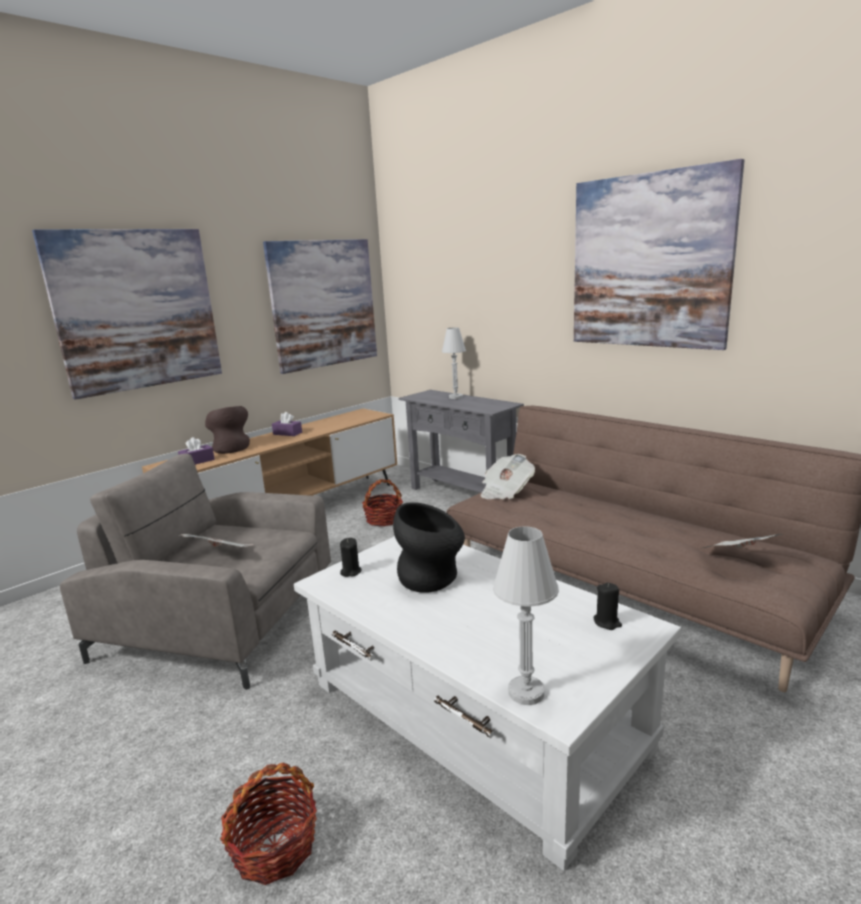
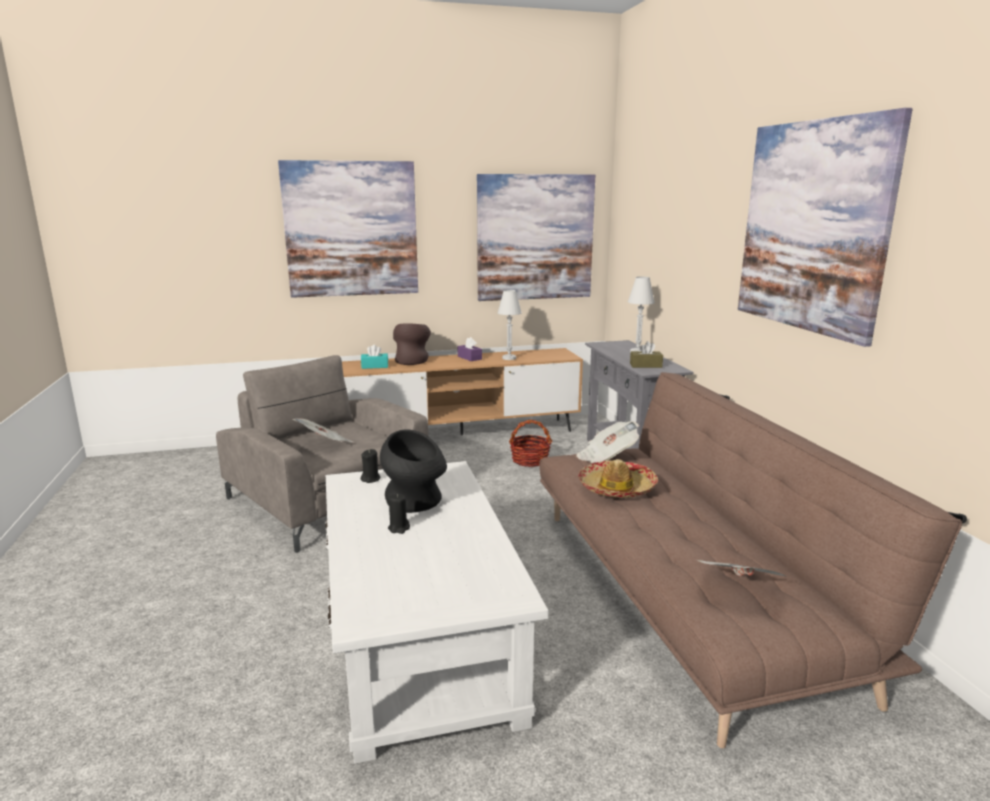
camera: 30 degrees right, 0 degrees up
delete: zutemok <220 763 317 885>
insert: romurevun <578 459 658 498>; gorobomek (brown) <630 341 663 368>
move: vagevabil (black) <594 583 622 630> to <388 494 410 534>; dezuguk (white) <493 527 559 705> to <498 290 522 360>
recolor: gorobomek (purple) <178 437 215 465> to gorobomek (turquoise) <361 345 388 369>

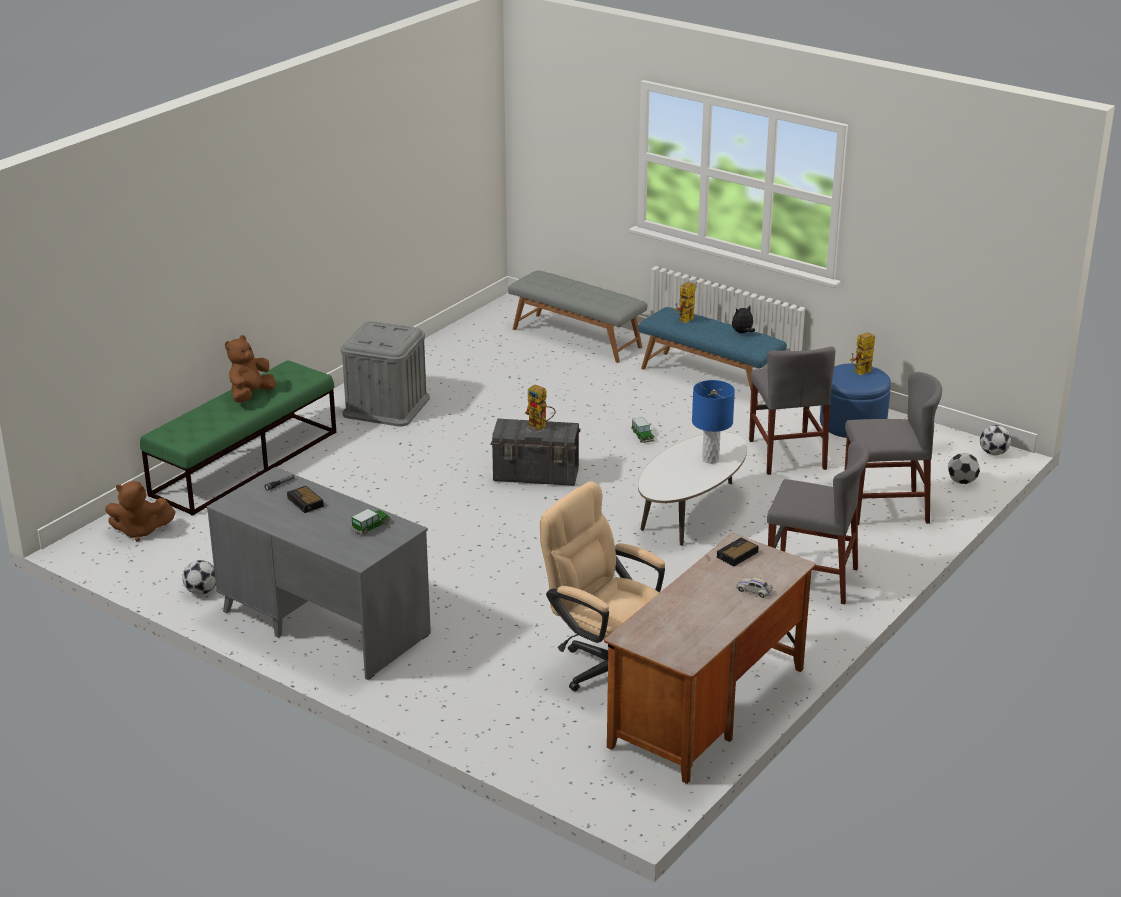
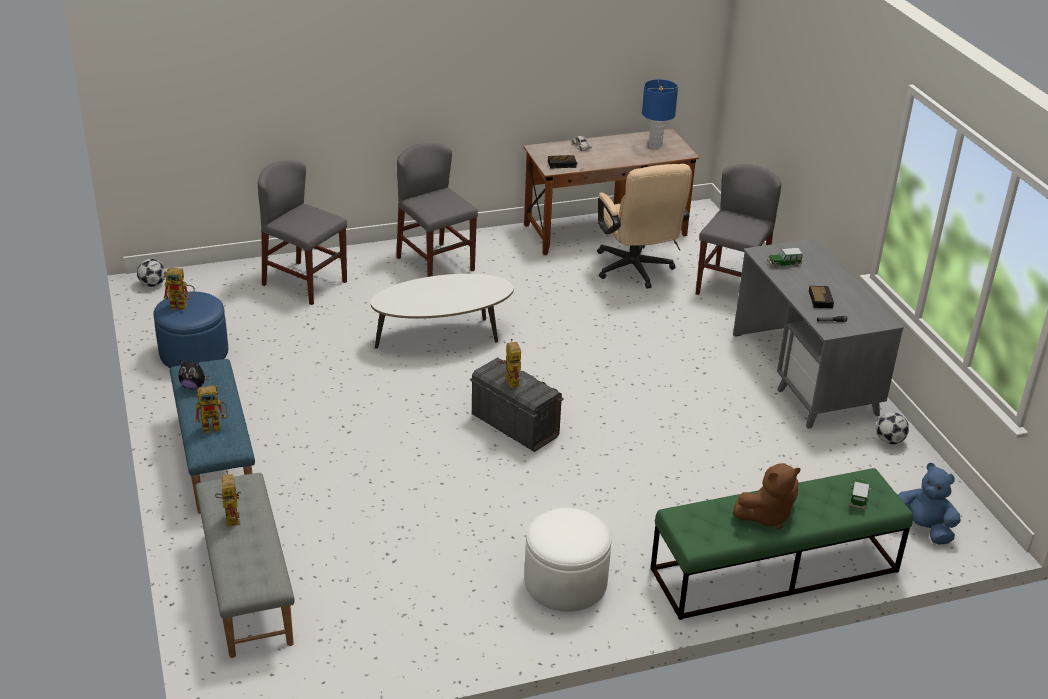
camera: 145 degrees left, 5 degrees up
delete: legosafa <948 453 980 484>
insert: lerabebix <215 470 241 527>
move: dezuguk (blue) <692 380 735 464> to <642 79 678 149>; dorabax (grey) <749 346 835 475> to <696 164 782 295>; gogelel <631 417 655 443> to <849 479 871 509>
replace: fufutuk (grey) <341 321 430 427> to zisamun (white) <524 508 612 612>
recolor: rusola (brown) <105 481 176 542> to rusola (blue) <898 463 961 545>

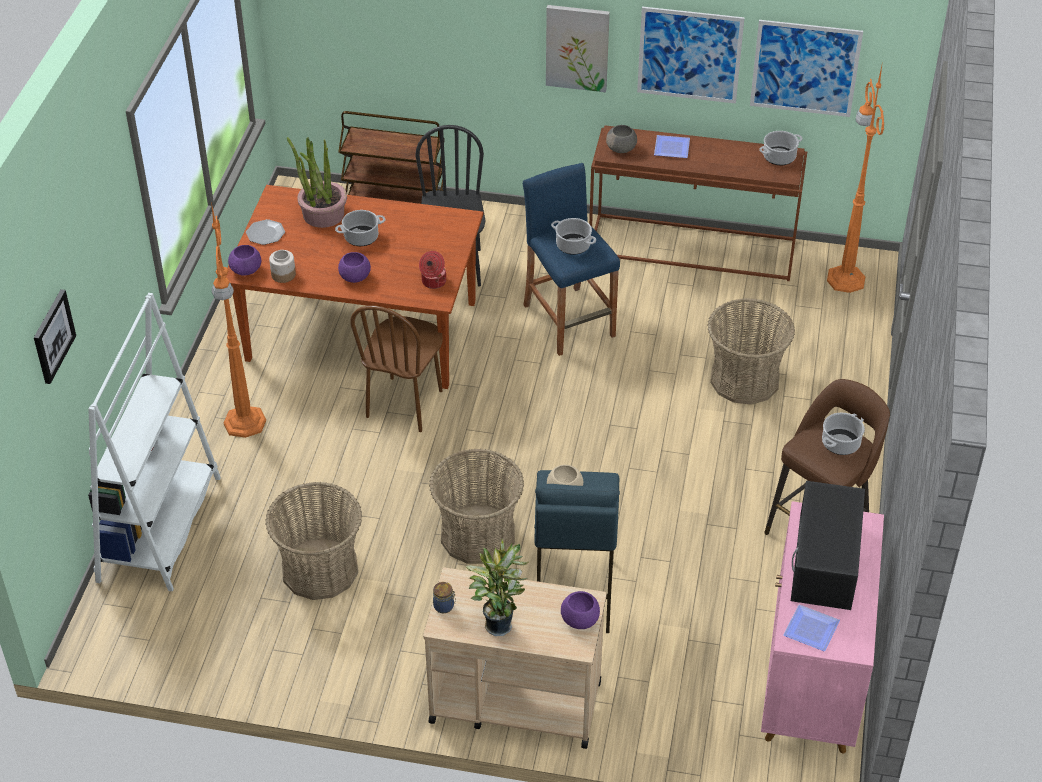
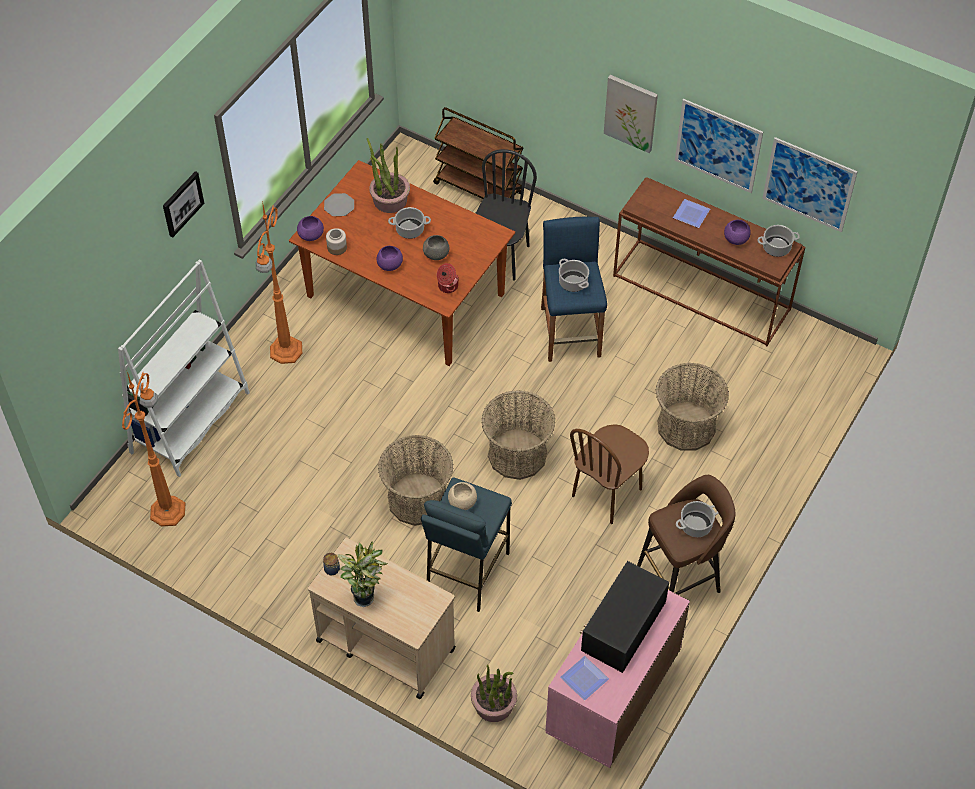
camera: 20 degrees right, 10 degrees up
insert: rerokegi <471 664 517 722>
move: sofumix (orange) <827 61 884 293> to <122 372 185 526>; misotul <34 289 76 384> to <163 171 204 238>; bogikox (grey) <606 125 637 153> to <423 235 450 260>; zutemok <265 482 362 600> to <481 390 555 480>; dorabax (brown) <350 305 443 432> to <570 424 649 524>; bogikox (purple) <561 591 600 629> to <724 220 751 245>

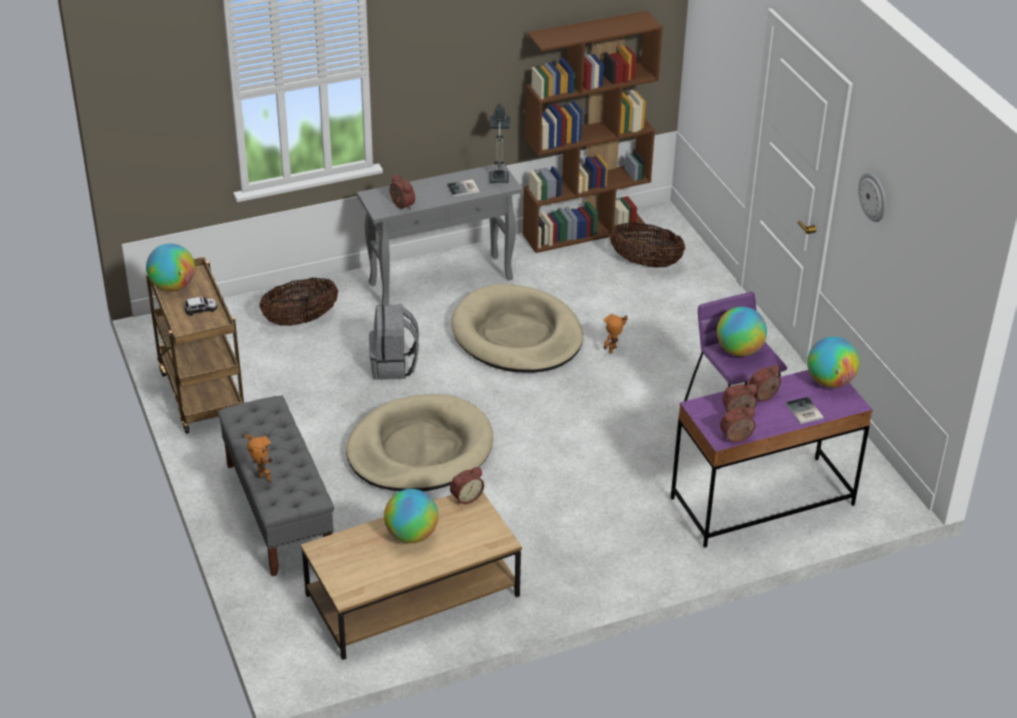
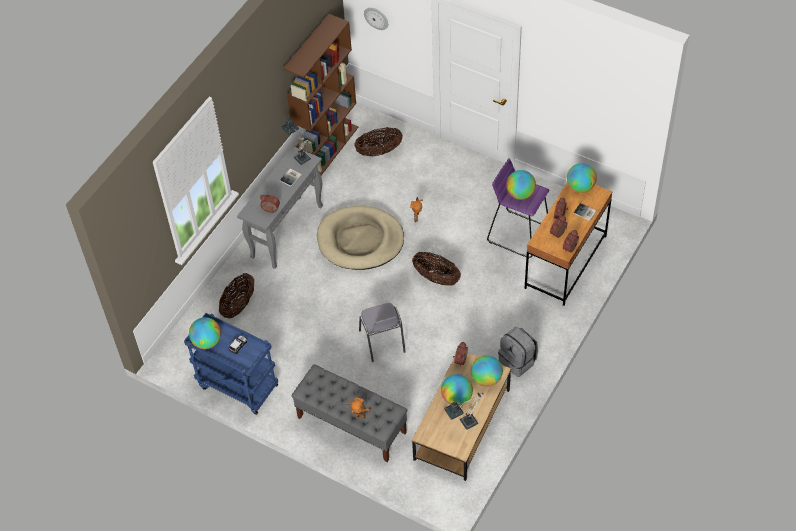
camera: 35 degrees left, 15 degrees up
insert: zutemok <412 252 461 285>; dezuguk <444 393 483 430>; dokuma <471 355 503 387>
move: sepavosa <858 172 886 222> to <364 8 388 30>; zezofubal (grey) <369 304 419 380> to <498 327 538 377>
replace: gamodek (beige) <346 394 494 492> to dorabax (grey) <359 303 406 362>
recolor: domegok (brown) <146 257 244 434> to domegok (blue) <184 313 278 415>; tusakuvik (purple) <671 370 873 548> to tusakuvik (brown) <524 183 613 306>

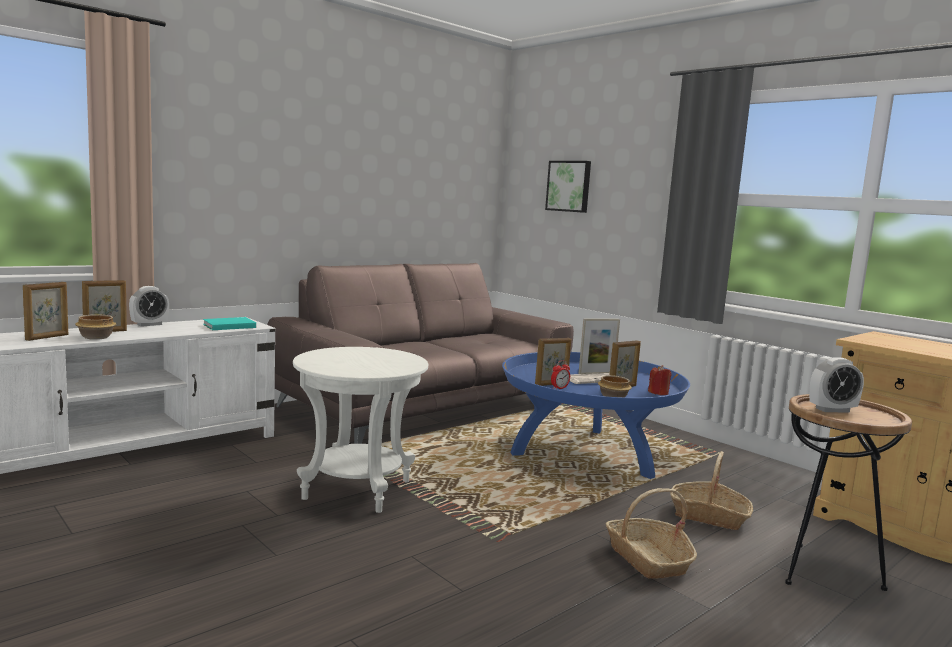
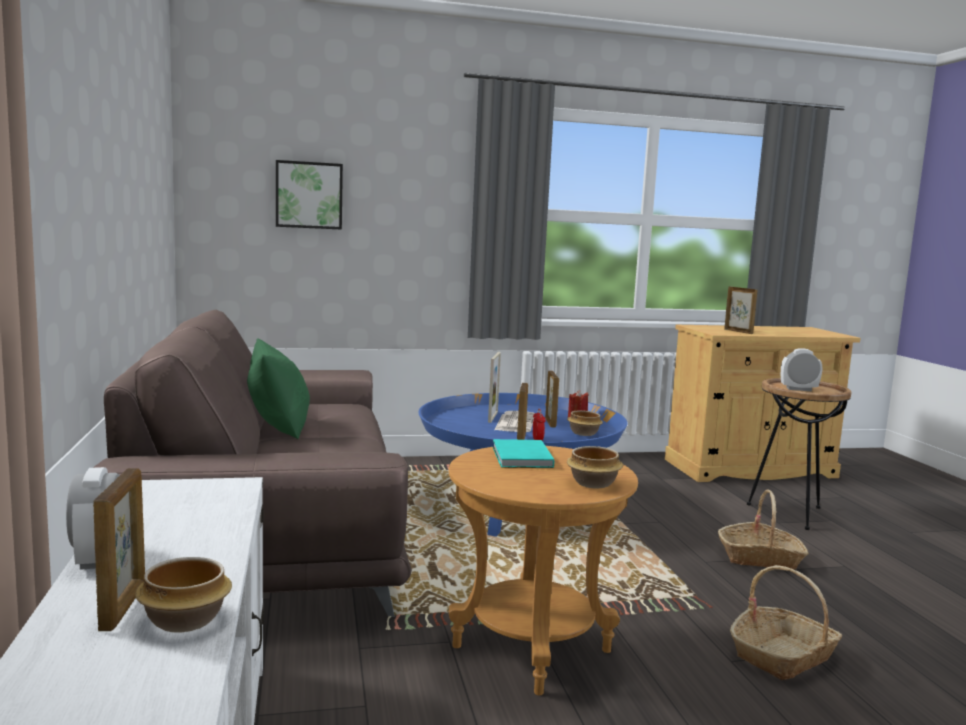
camera: 60 degrees left, 0 degrees up
insert: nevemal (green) <247 338 310 439>; bogikox <567 446 623 489>
move: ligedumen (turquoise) <203 317 256 330> to <493 439 554 468>; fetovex <23 282 68 341> to <724 287 757 334>; zutemok <671 451 753 530> to <730 565 842 680>
recolor: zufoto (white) <293 347 428 513> to zufoto (brown) <448 446 638 696>
rotate: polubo <809 357 864 413> = <781 348 822 391> 105 degrees counterclockwise

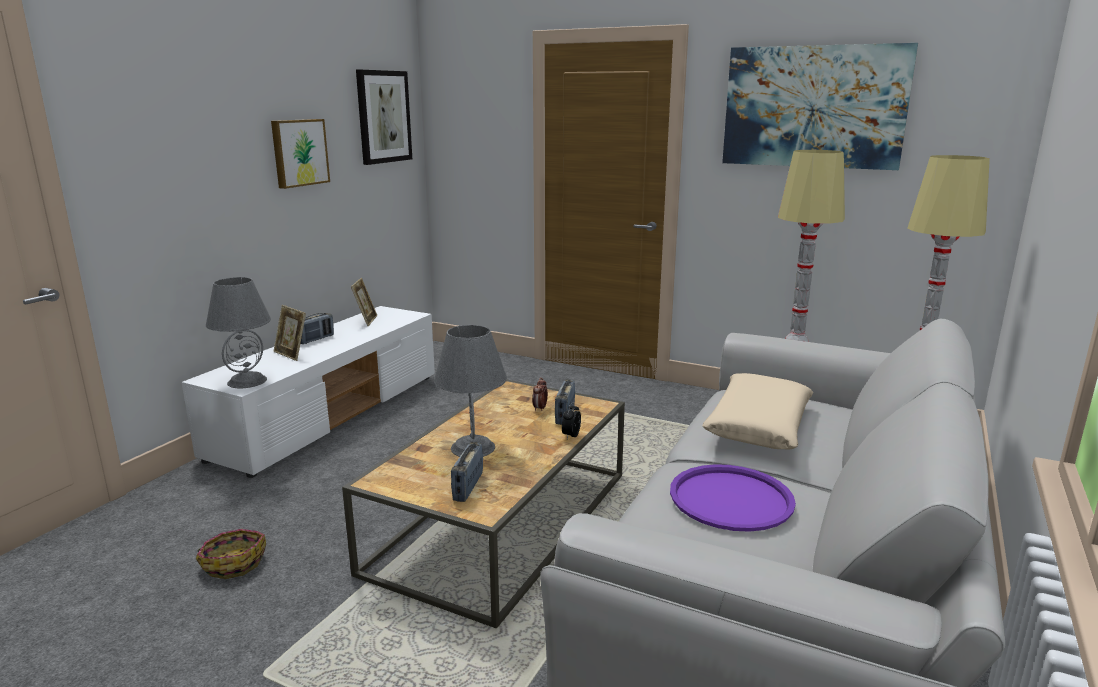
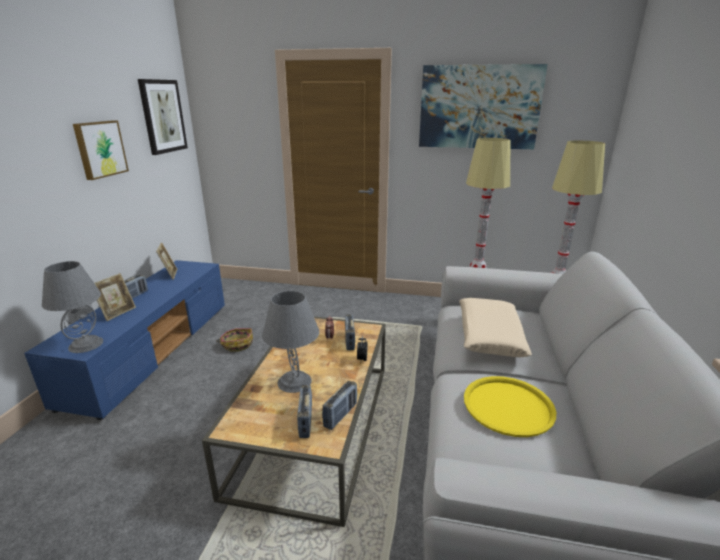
camera: 15 degrees left, 5 degrees up
insert: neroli <322 381 357 430>
move: zutemok <196 529 266 579> to <217 328 253 352>
recolor: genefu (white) <182 306 435 478> to genefu (blue) <24 260 225 420>; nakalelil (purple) <670 464 796 532> to nakalelil (yellow) <464 376 556 437>
rotate: fetovex <274 305 306 361> = <94 273 136 321> 90 degrees counterclockwise

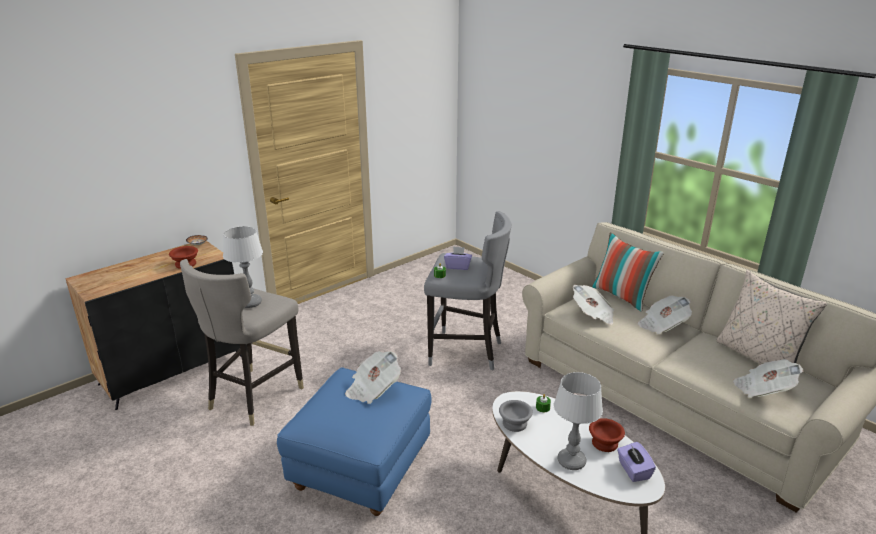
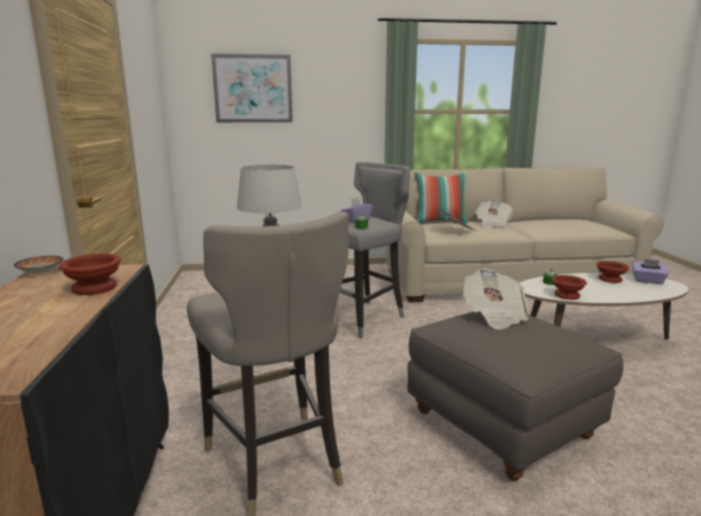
camera: 55 degrees left, 10 degrees down
delete: dezuguk <554 372 603 470>; nevemal (beige) <716 270 827 364>; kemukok <733 359 803 398>
insert: misotul <211 54 293 123>
recolor: zisamun (blue) <277 367 431 516> to zisamun (grey) <407 311 623 481>; bogikox (grey) <499 400 533 432> to bogikox (brown) <552 275 587 300>

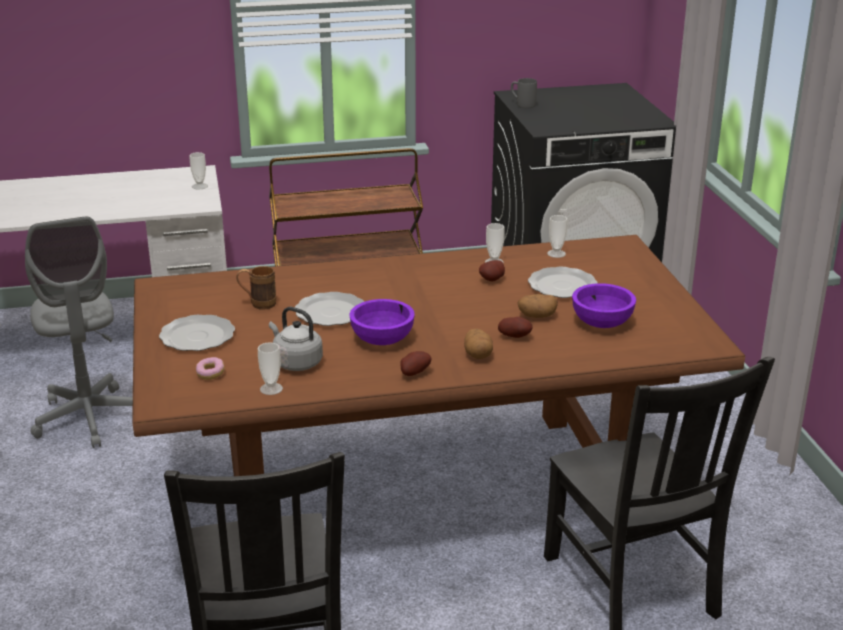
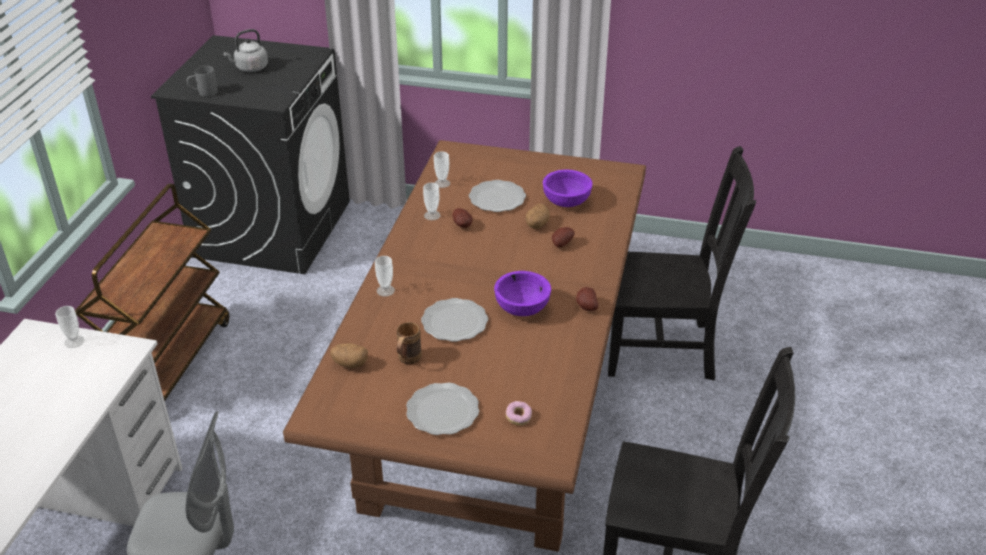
camera: 65 degrees left, 10 degrees up
move: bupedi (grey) <269 307 323 371> to <223 29 268 72>; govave <464 329 493 359> to <330 343 368 368>; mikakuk <258 342 283 395> to <375 256 395 297>

